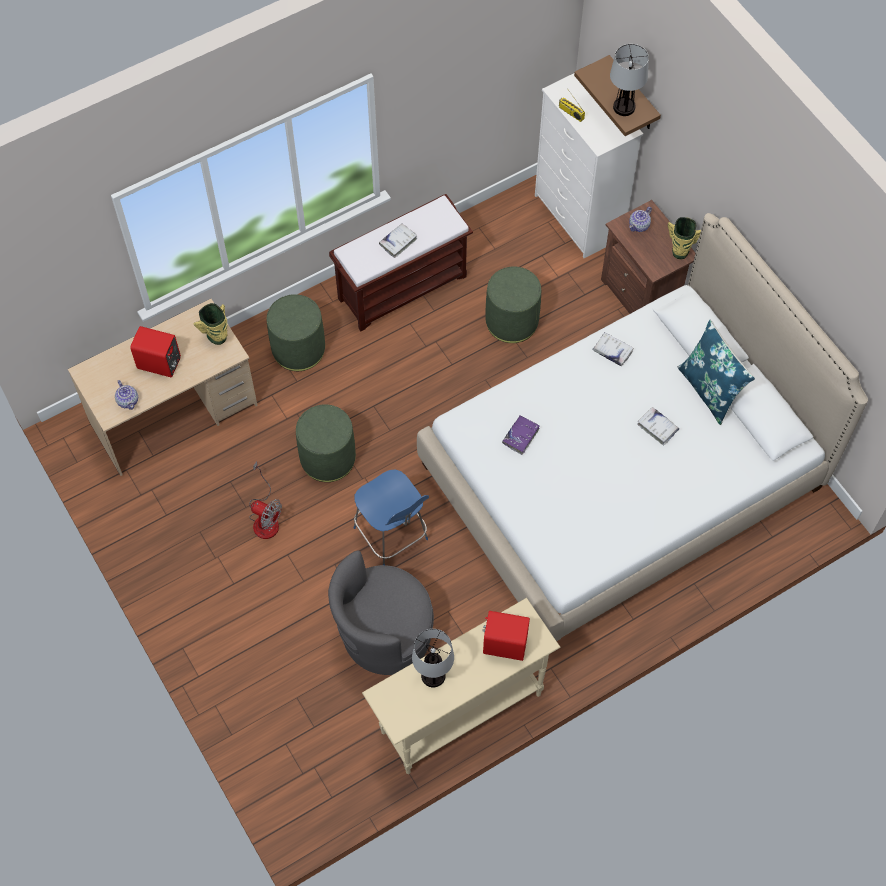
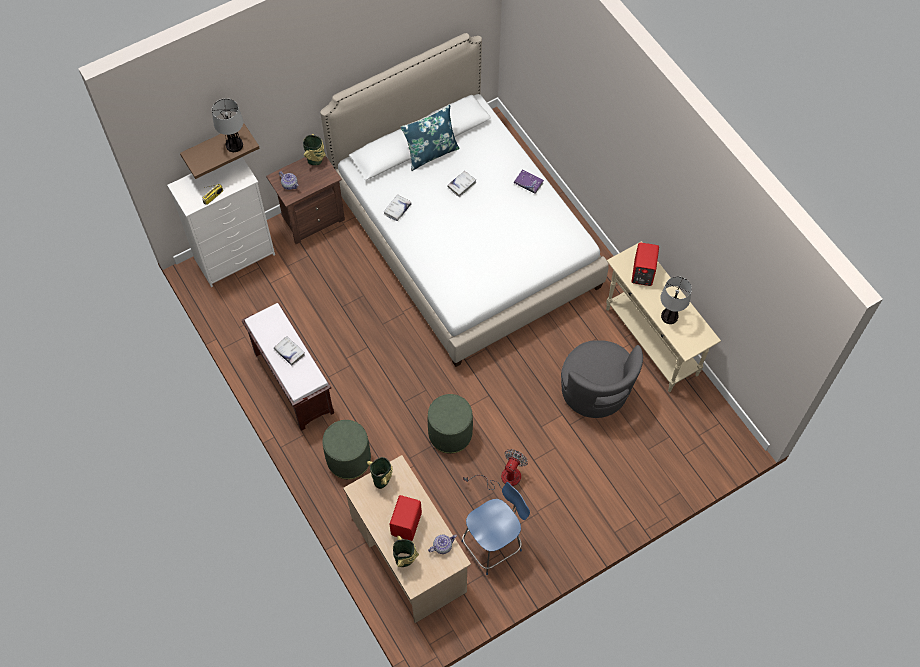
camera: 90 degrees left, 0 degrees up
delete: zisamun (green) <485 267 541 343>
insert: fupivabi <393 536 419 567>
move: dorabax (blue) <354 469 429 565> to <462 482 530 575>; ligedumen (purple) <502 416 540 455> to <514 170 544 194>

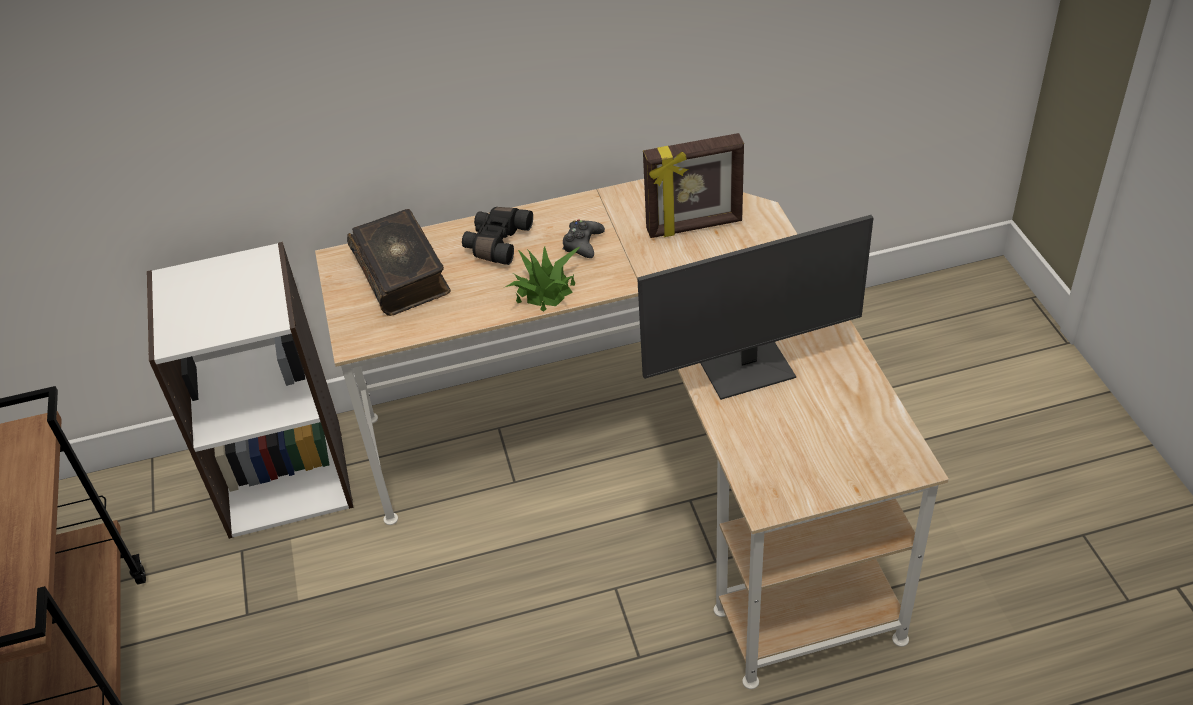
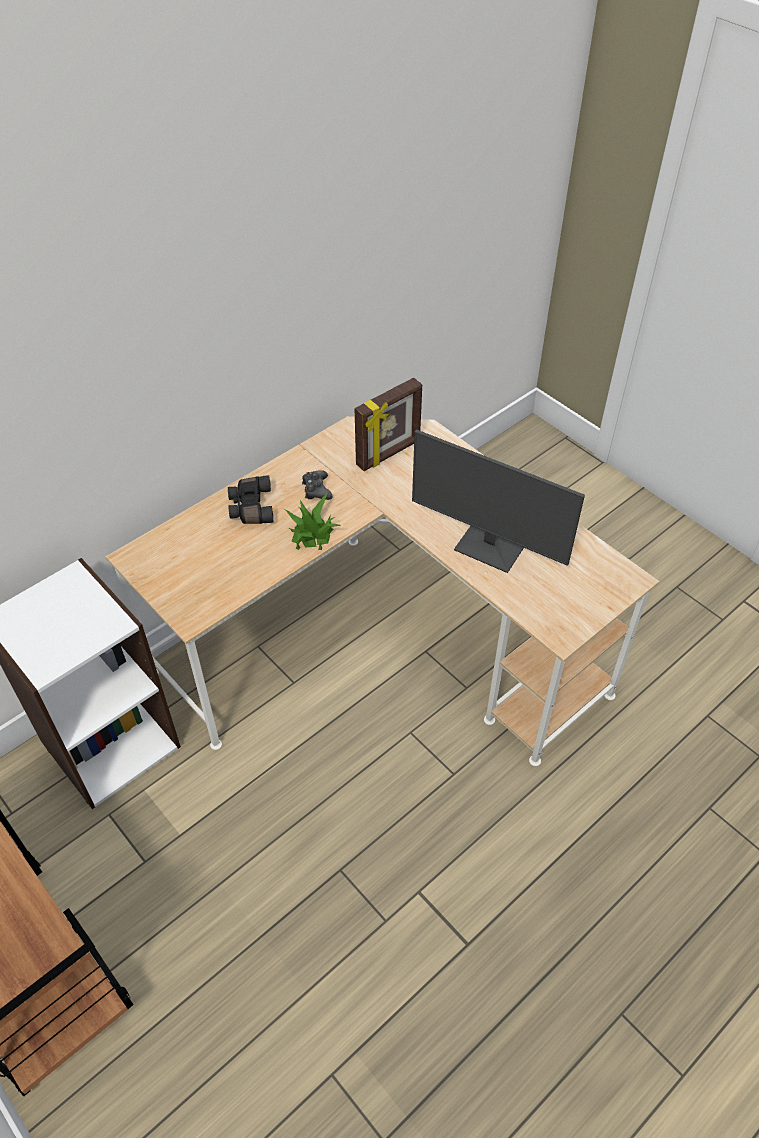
camera: 30 degrees left, 5 degrees up
delete: ligedumen <347 209 451 316>
rotate: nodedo <637 215 873 400> = <412 429 585 573> 75 degrees clockwise

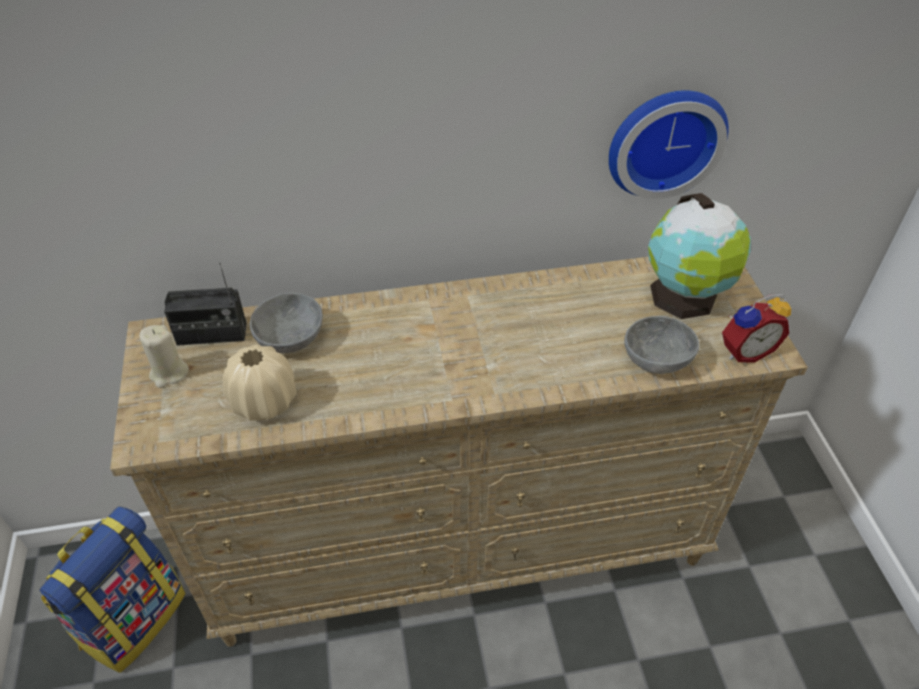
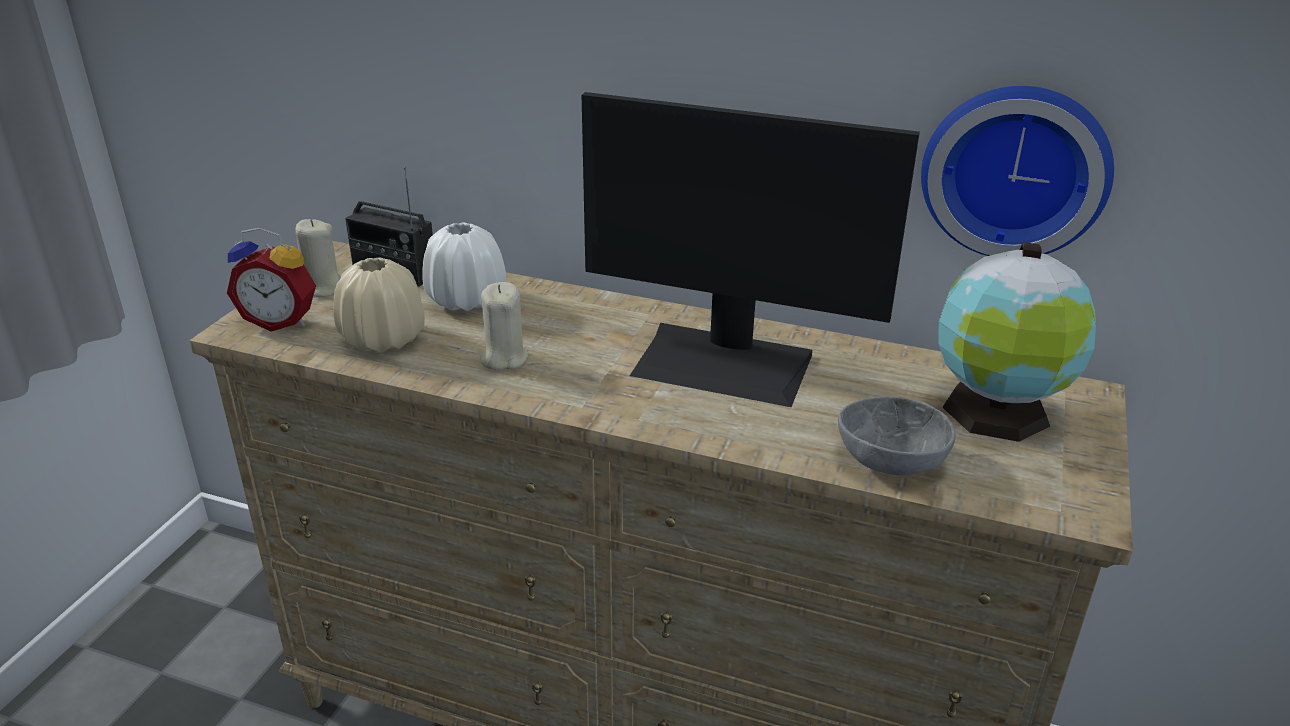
camera: 30 degrees right, 15 degrees down
delete: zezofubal <39 506 185 673>
insert: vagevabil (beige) <480 282 528 370>; nodedo <582 92 920 407>
move: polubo <722 294 791 363> to <227 227 316 332>
replace: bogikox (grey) <250 293 323 353> to fupivabi (white) <422 222 506 311>

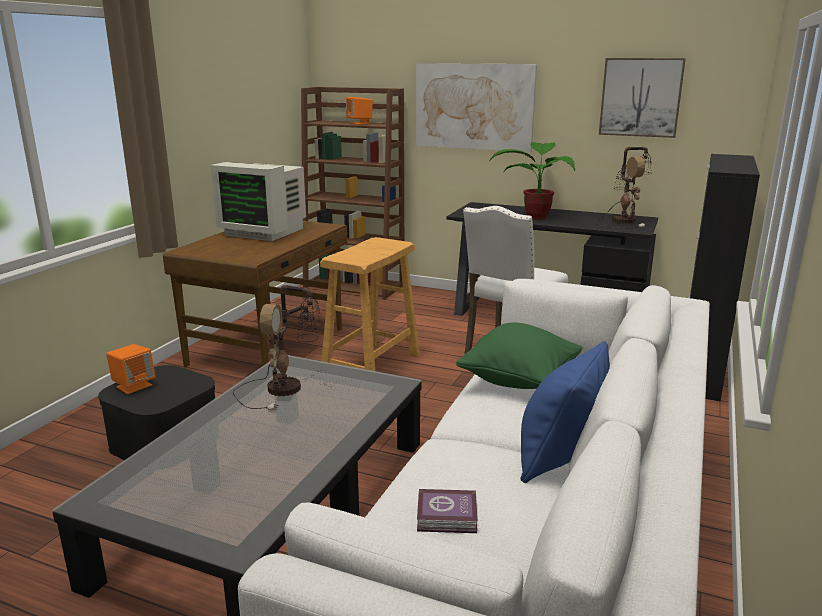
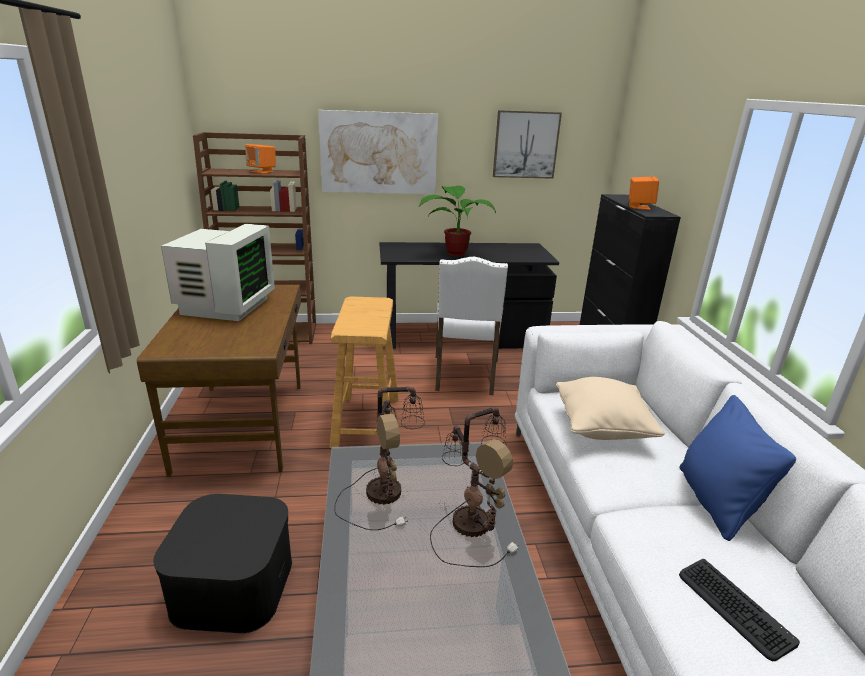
camera: 30 degrees left, 5 degrees up
move: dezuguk <595 147 652 229> to <430 407 519 567>; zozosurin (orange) <106 344 156 394> to <629 177 659 210>
replace: ligedumen <417 489 478 533> to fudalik <679 559 800 661>
recolor: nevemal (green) <456 322 582 389> to nevemal (beige) <556 377 665 440>
rotate: nodedo <210 162 306 241> = <161 224 275 321> 75 degrees counterclockwise

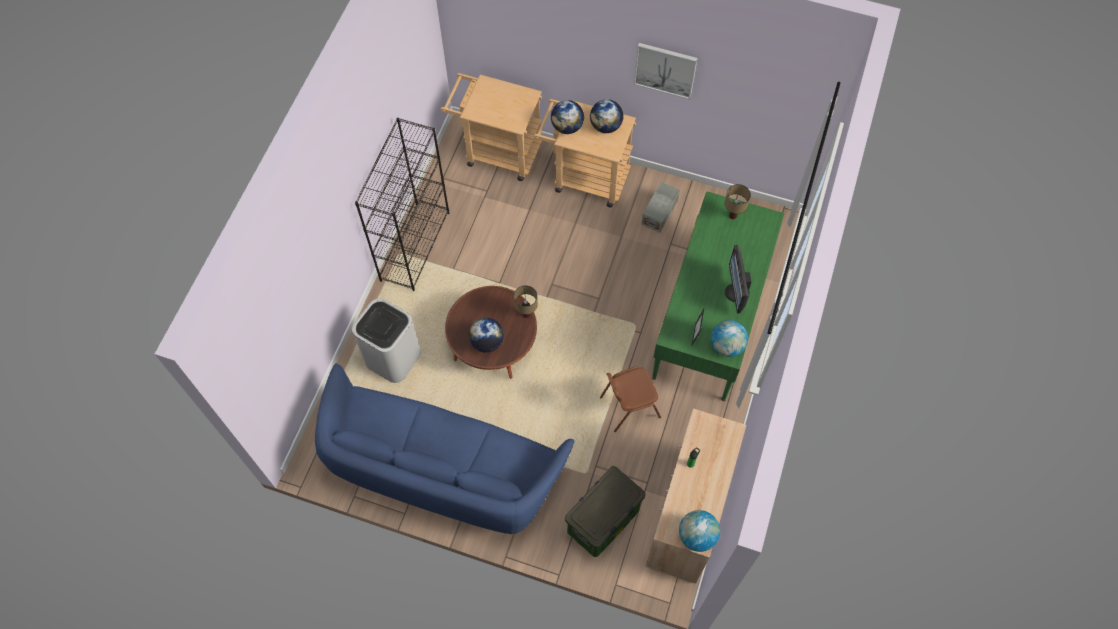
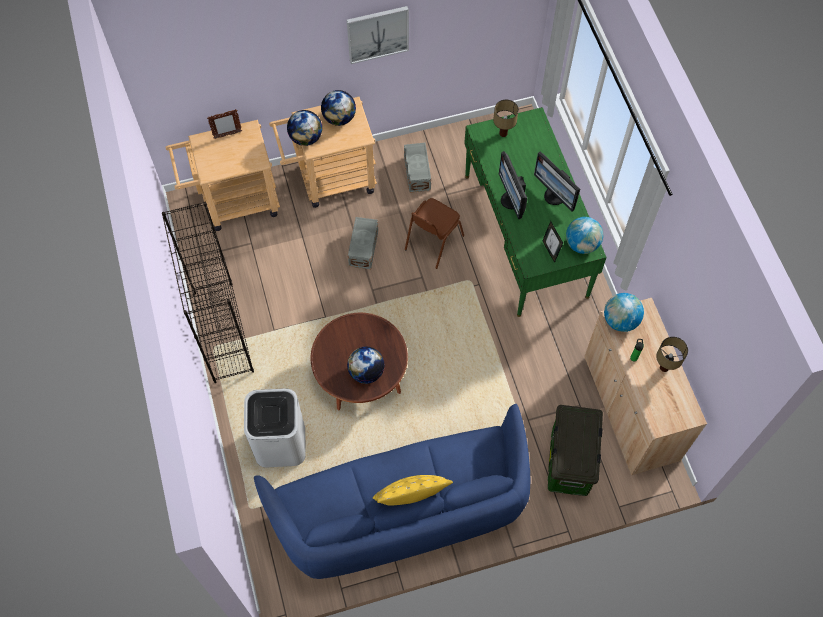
camera: 35 degrees left, 0 degrees up
insert: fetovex <207 109 242 139>; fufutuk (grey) <348 217 378 269>; nevemal (yellow) <373 475 453 506>; nodedo <499 151 528 219>
move: dorabax (brown) <600 366 661 432> to <405 198 464 269>; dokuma <679 510 720 552> to <604 293 644 332>; dezuguk <514 286 538 318> to <656 337 688 372>

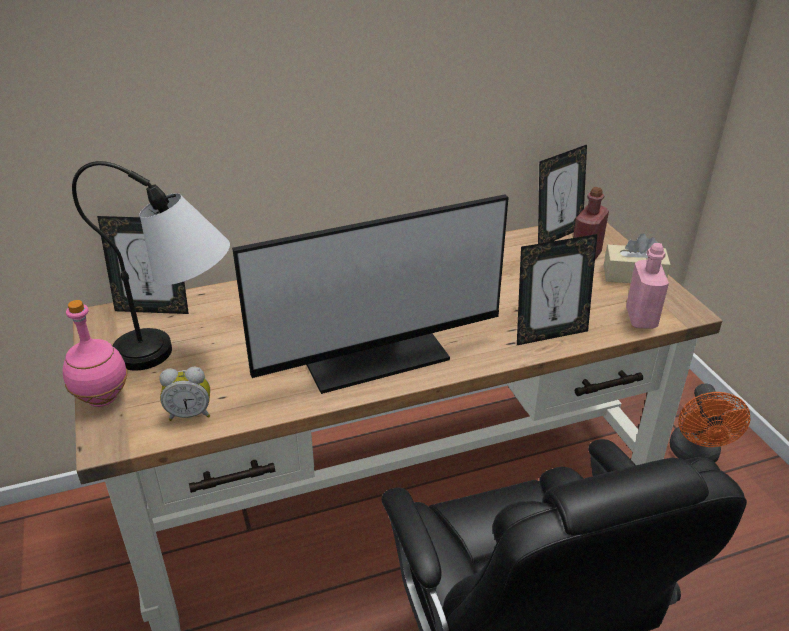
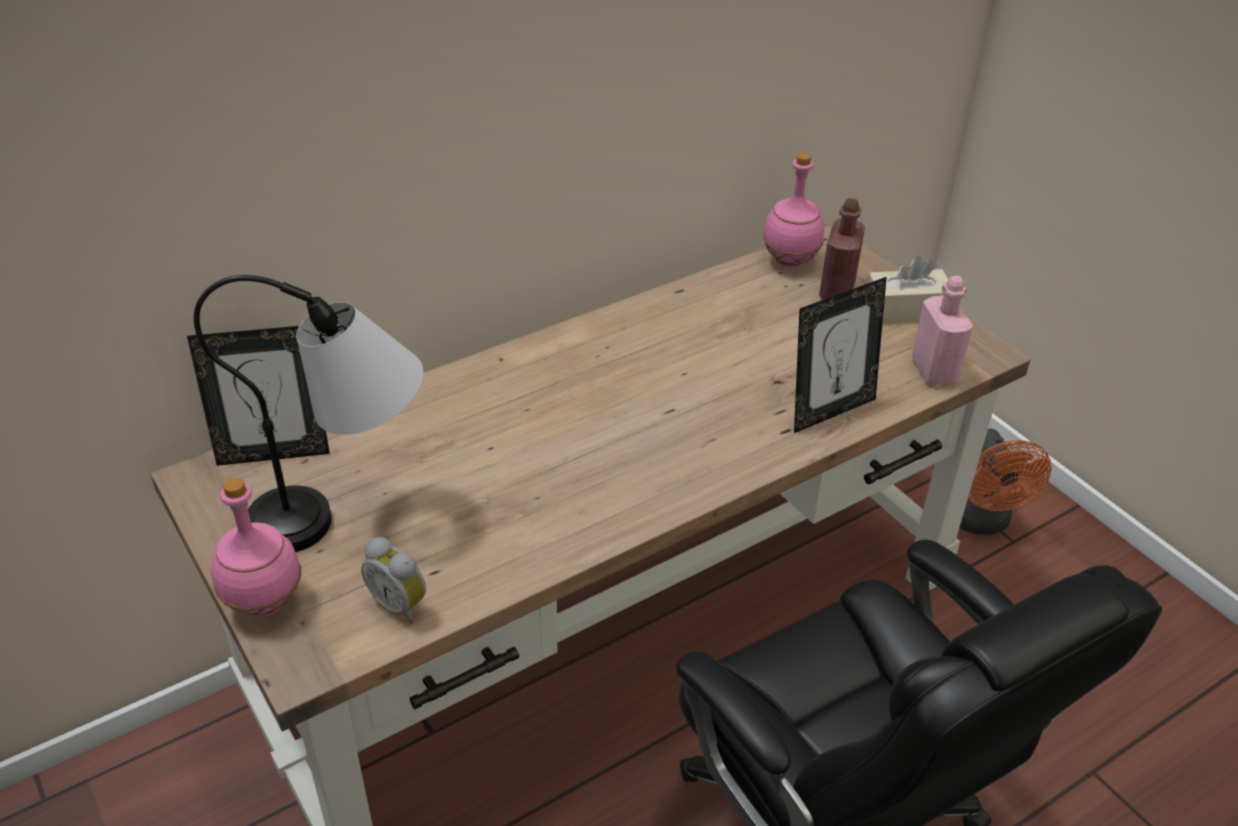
camera: 15 degrees left, 5 degrees up
delete: nodedo <232 194 509 394>
replace: fetovex <538 145 587 244> to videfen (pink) <763 153 824 269>
rotate: polubo <159 366 210 421> = <361 537 426 624> 60 degrees clockwise

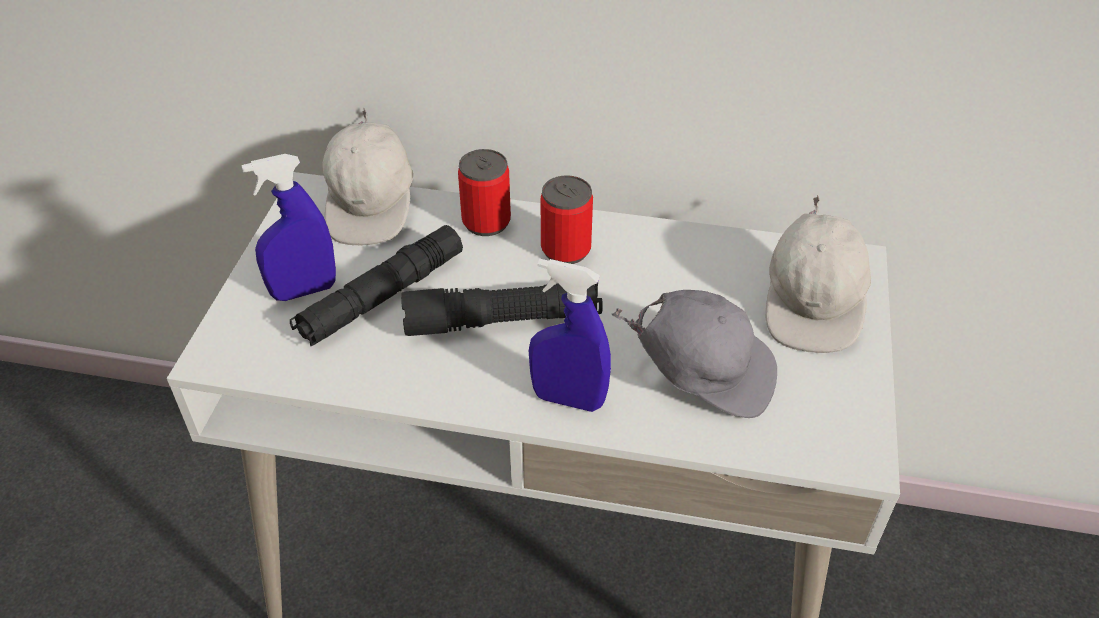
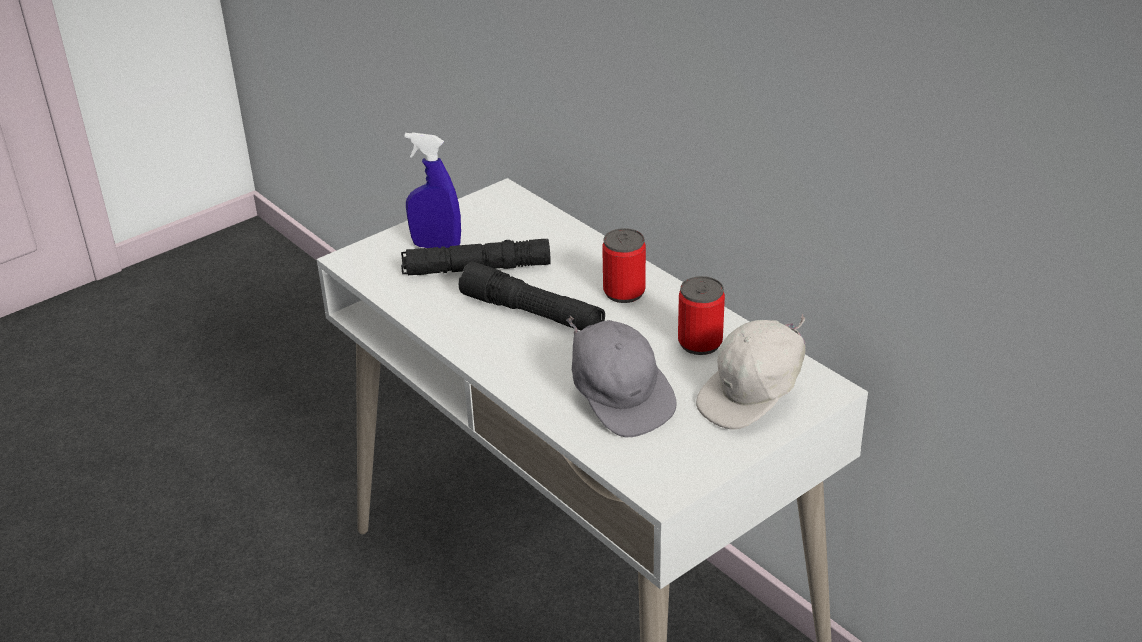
camera: 40 degrees right, 10 degrees down
delete: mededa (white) <322 108 413 246>; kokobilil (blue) <529 259 611 412>
move: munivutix <458 149 511 236> to <678 276 725 355>

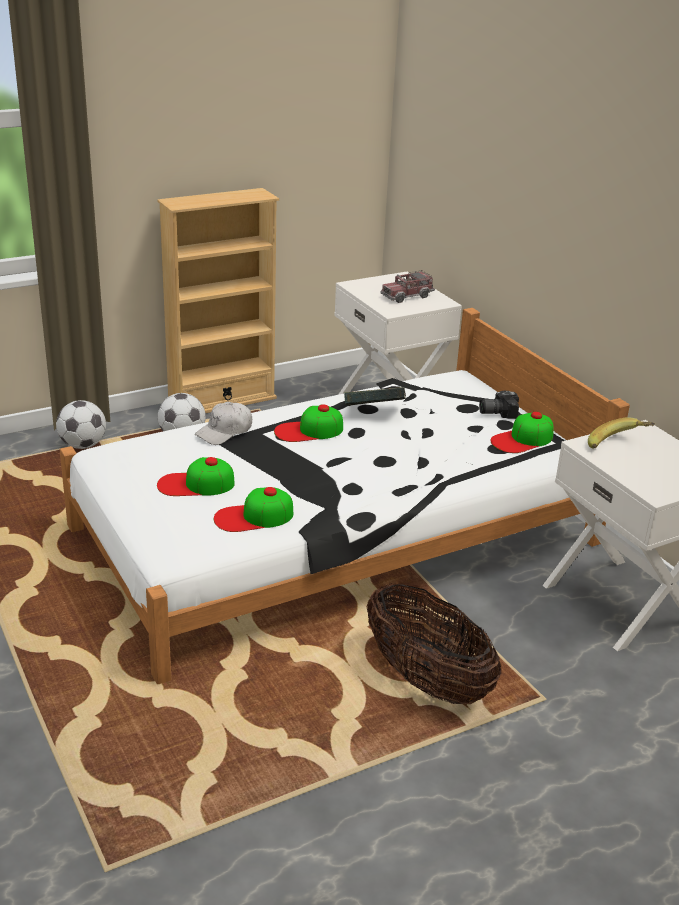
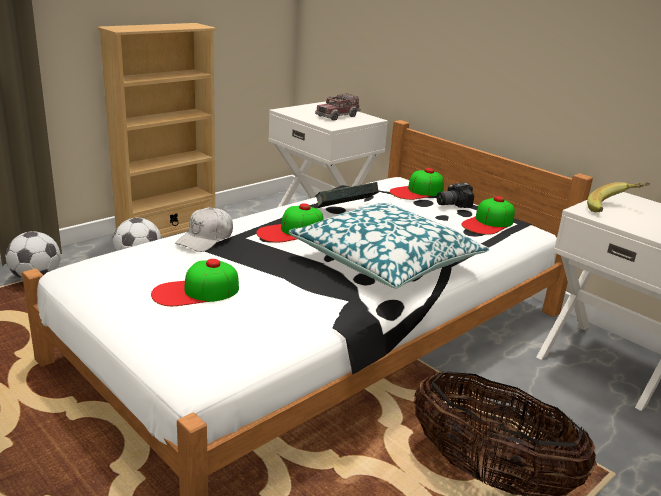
camera: 15 degrees left, 5 degrees down
insert: nevemal <288 203 489 288>
move: mededa <214 487 293 532> to <390 168 444 200>

